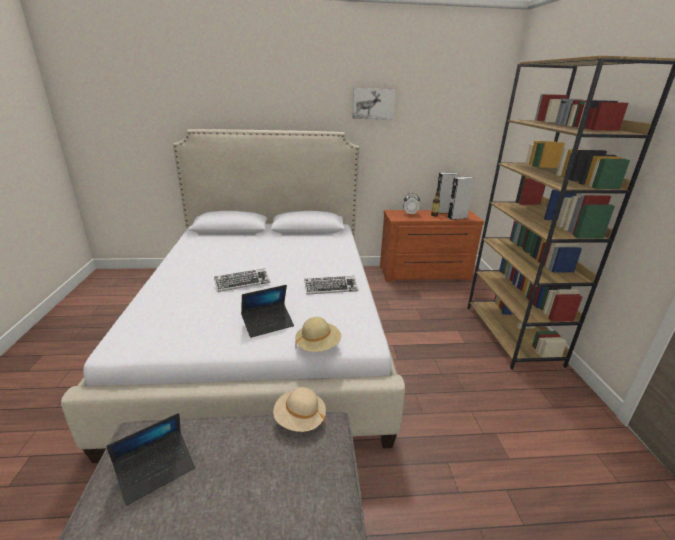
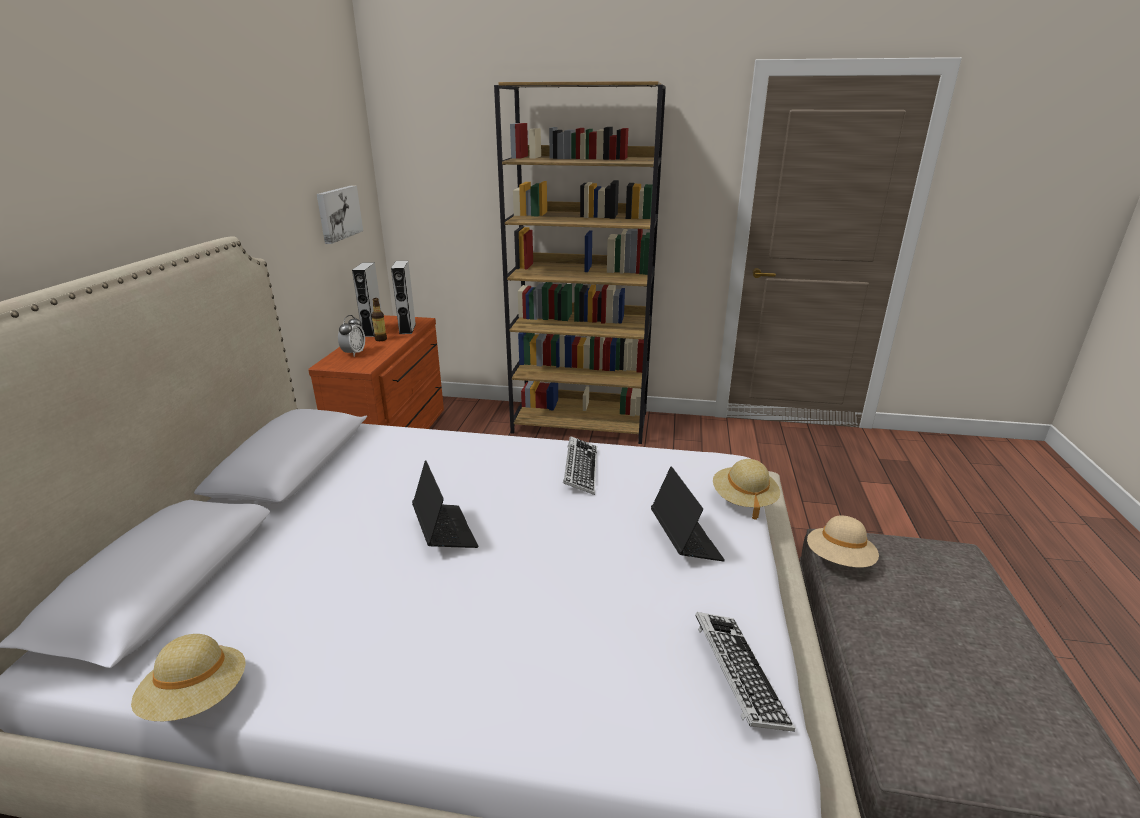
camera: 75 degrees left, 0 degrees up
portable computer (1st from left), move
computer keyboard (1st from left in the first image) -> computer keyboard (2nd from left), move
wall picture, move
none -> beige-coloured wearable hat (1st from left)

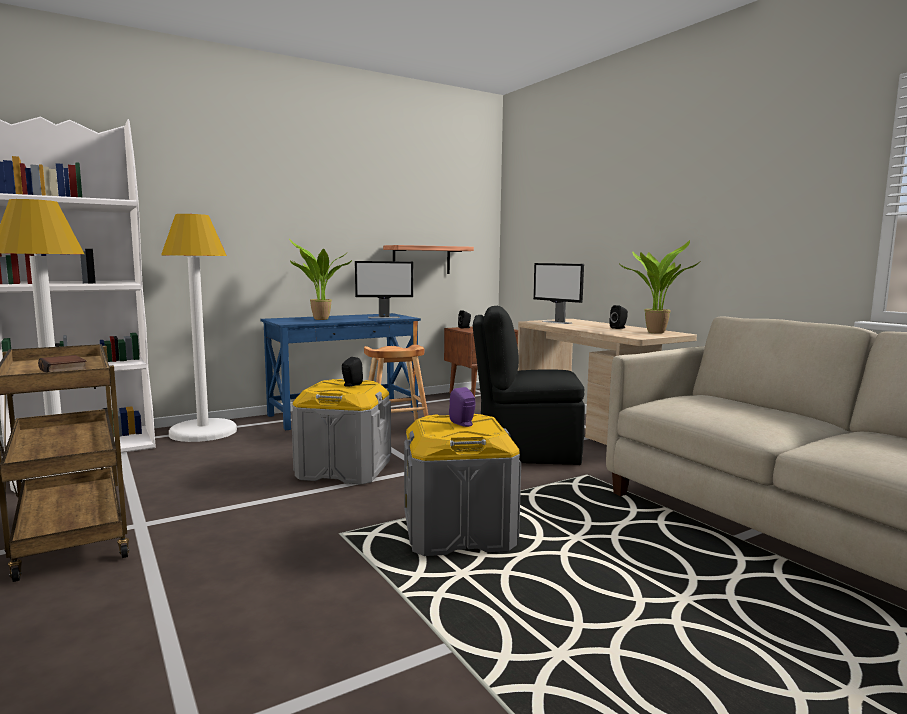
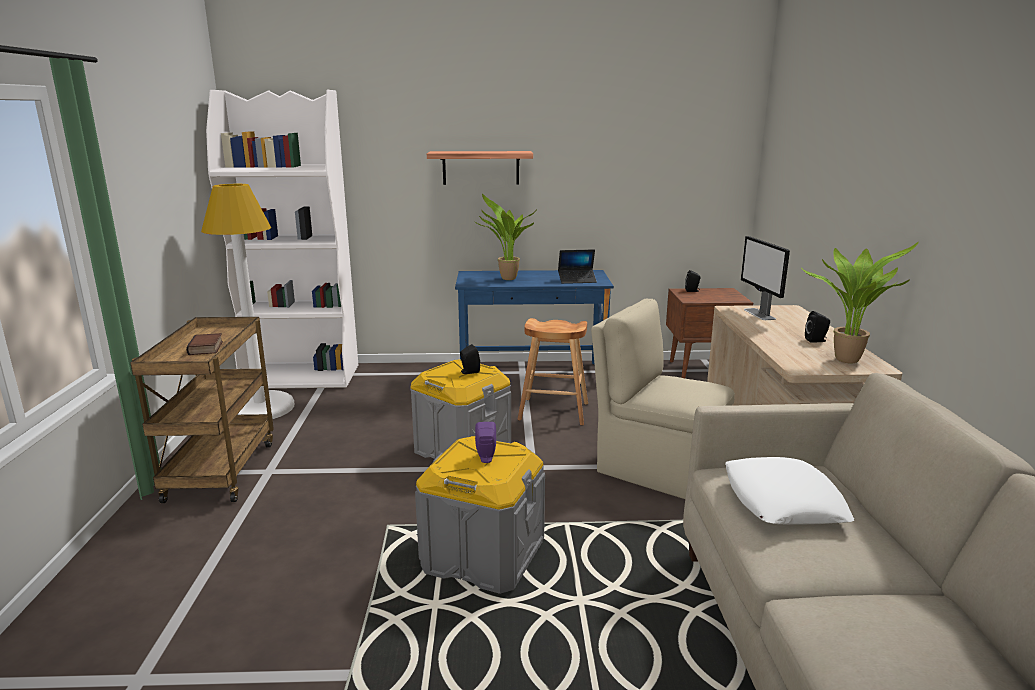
camera: 30 degrees right, 10 degrees up
white-coloured standard lamp (2nd from left) -> none
computer screen (1st from left) -> portable computer
bracket shelf, move
black-coloured chair -> beige-coloured chair
none -> white-coloured pillow

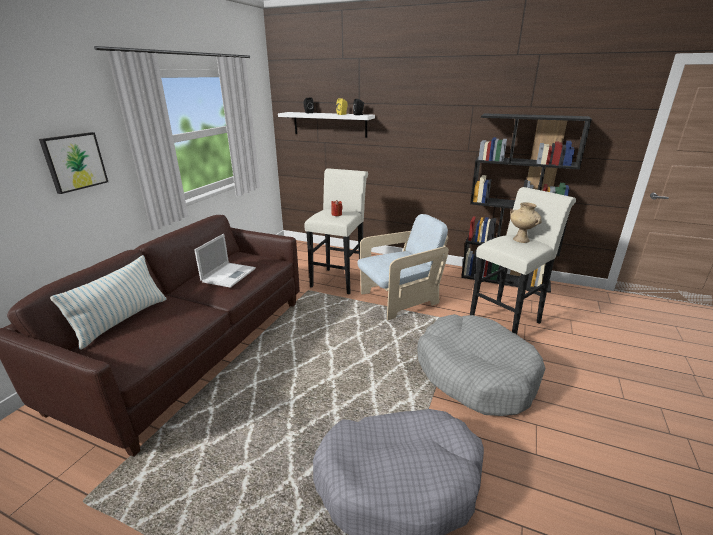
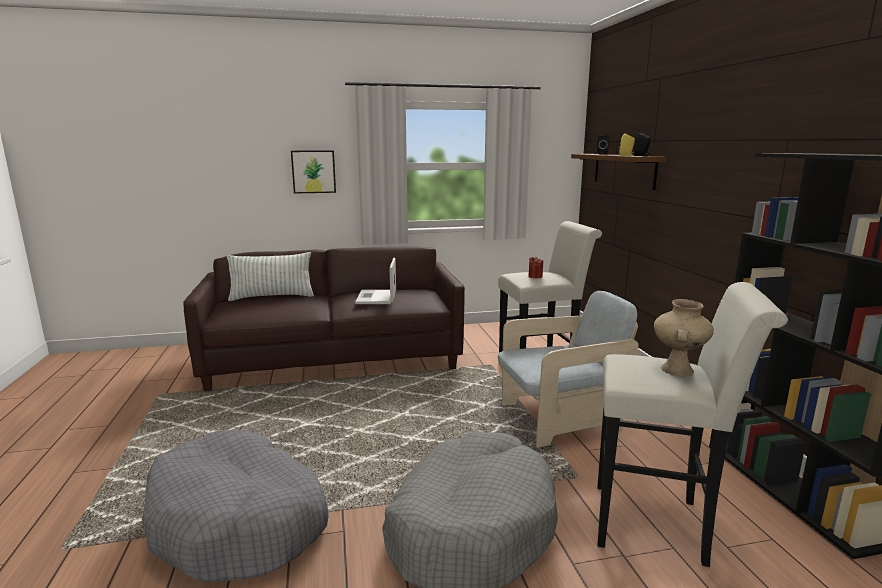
camera: 55 degrees right, 10 degrees down
portable computer, 105 degrees clockwise
white-coloured bracket shelf -> brownish bracket shelf
beige-coloured easy chair, 45 degrees counterclockwise

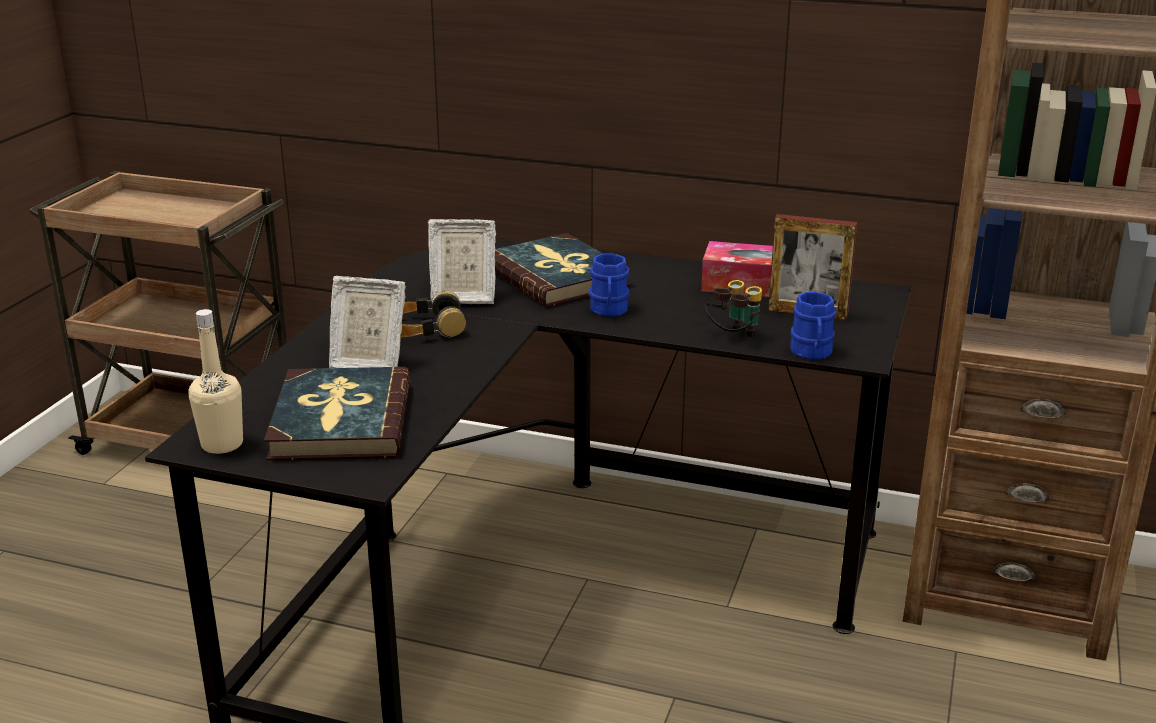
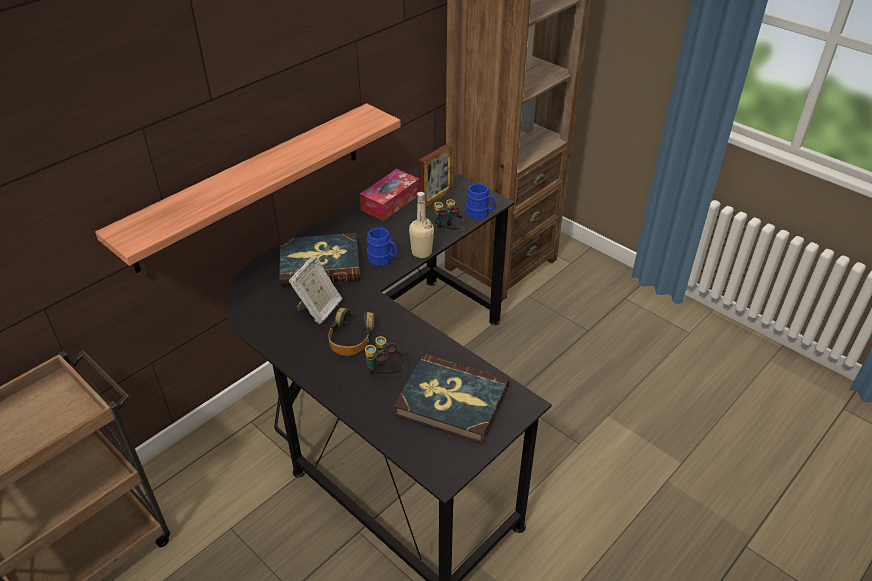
camera: 65 degrees left, 15 degrees up
beige-coloured beverage bottle, move
photo frame (1st from left) -> pair of binoculars (1st from left)
none -> bracket shelf

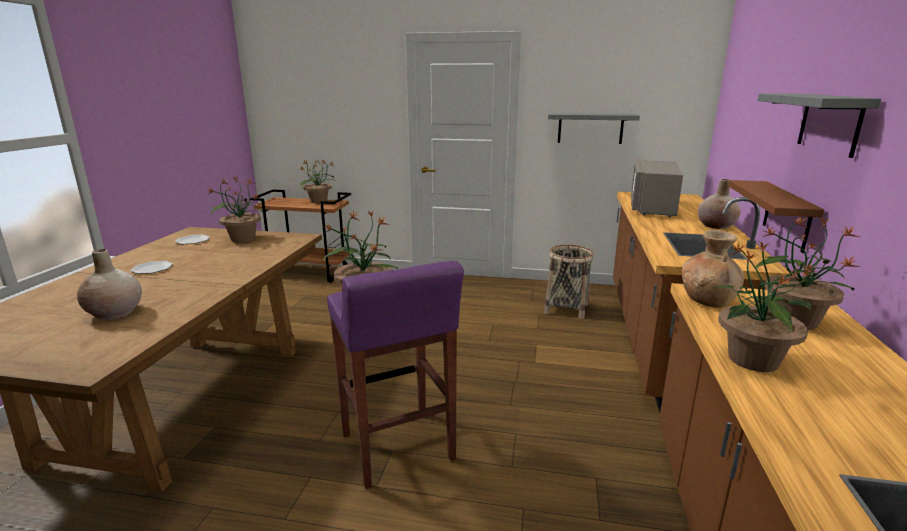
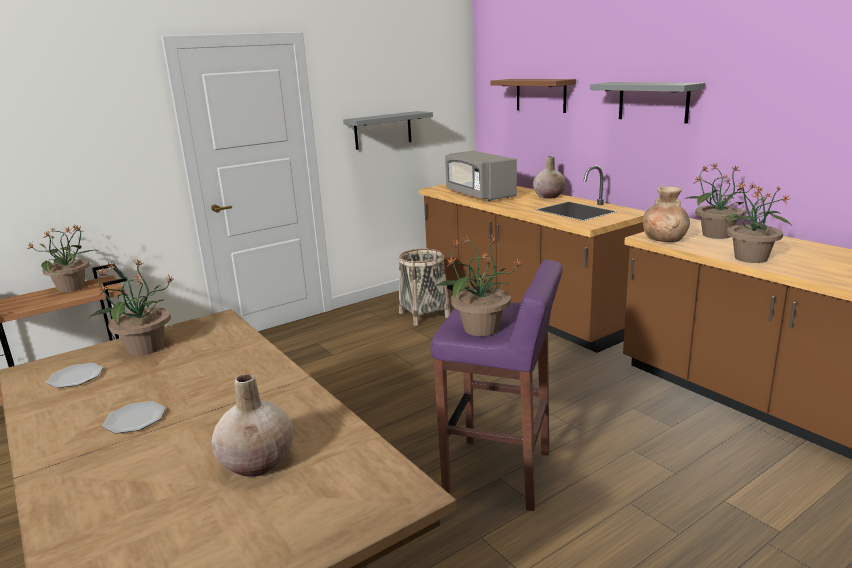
camera: 45 degrees left, 0 degrees up
brownish bracket shelf, move

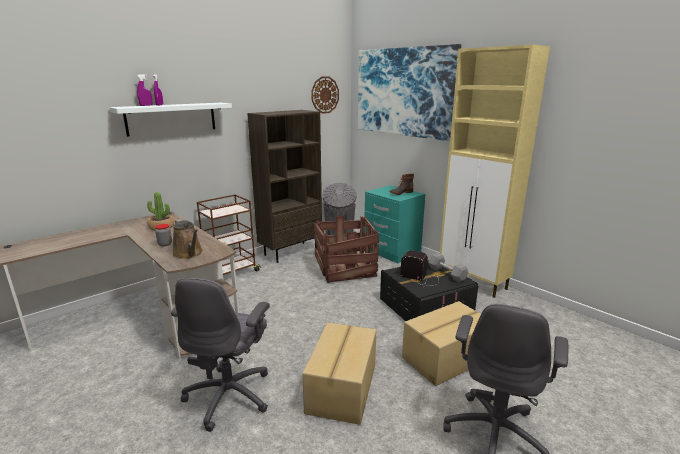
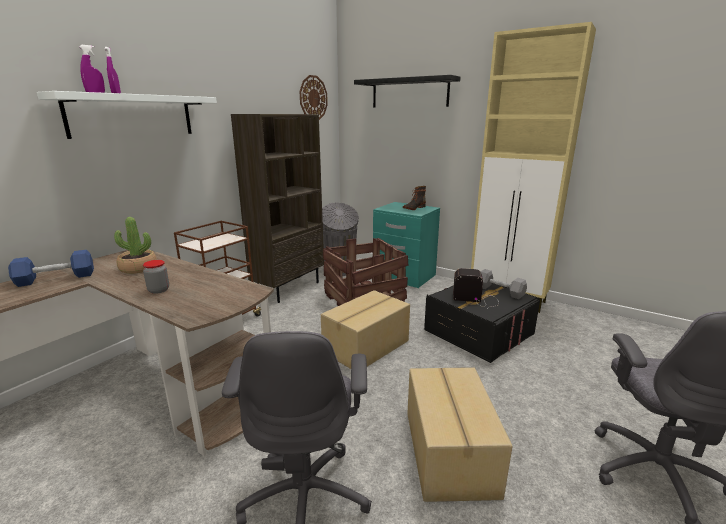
camera: 15 degrees left, 0 degrees up
brownish watering pot -> none
wall picture -> black-coloured bracket shelf
carton (2nd from left in the first image) -> carton (1st from left), move
none -> blue hand weight

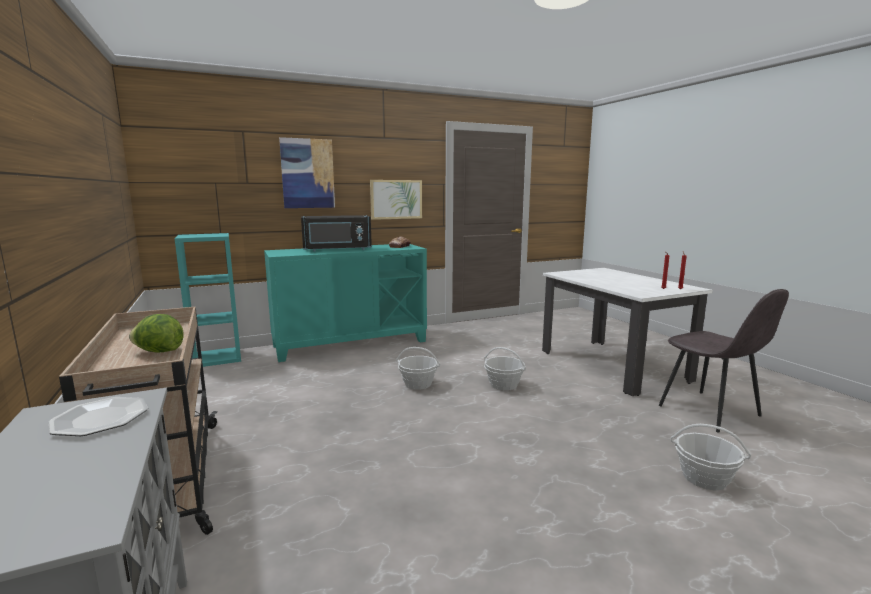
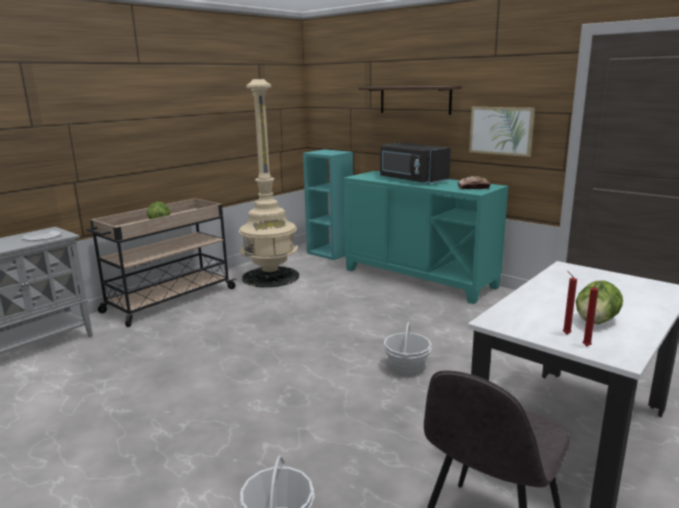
camera: 65 degrees right, 5 degrees up
wall picture (1st from left) -> bracket shelf
storage basket (1st from left) -> none
none -> beige-coloured standard lamp
none -> lettuce (2nd from left)

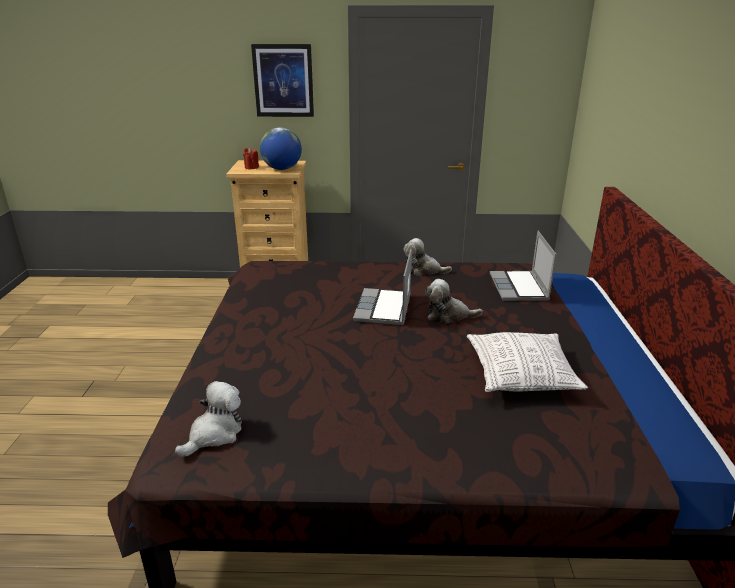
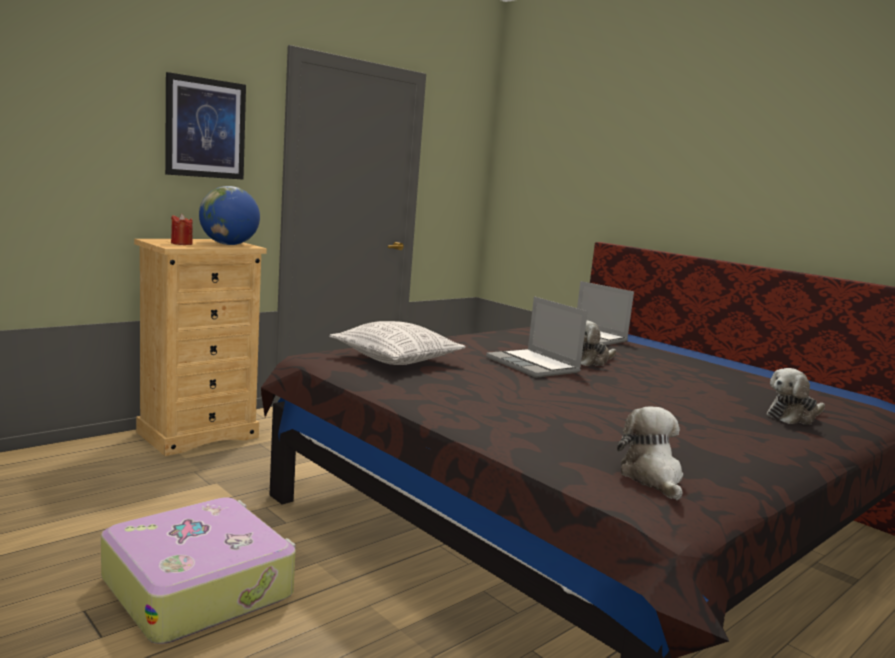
camera: 45 degrees left, 15 degrees down
cuddly toy (2nd from left in the first image) -> cuddly toy (3rd from left), move
pillow, move
none -> suitcase

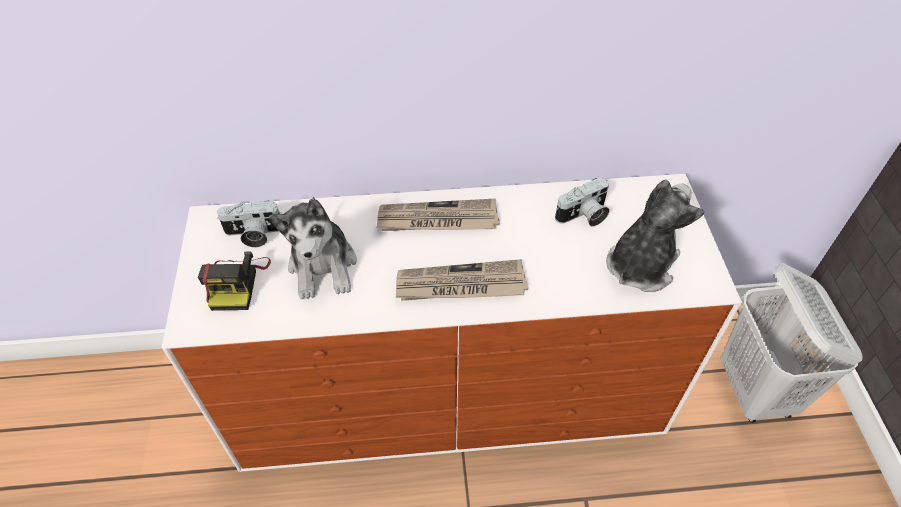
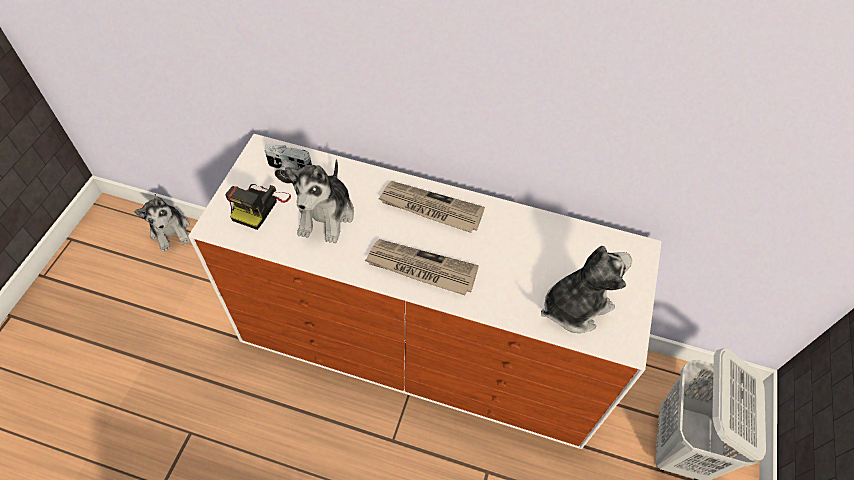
camera: 20 degrees right, 5 degrees up
photo camera (3rd from left) -> none
none -> cuddly toy (1st from left)

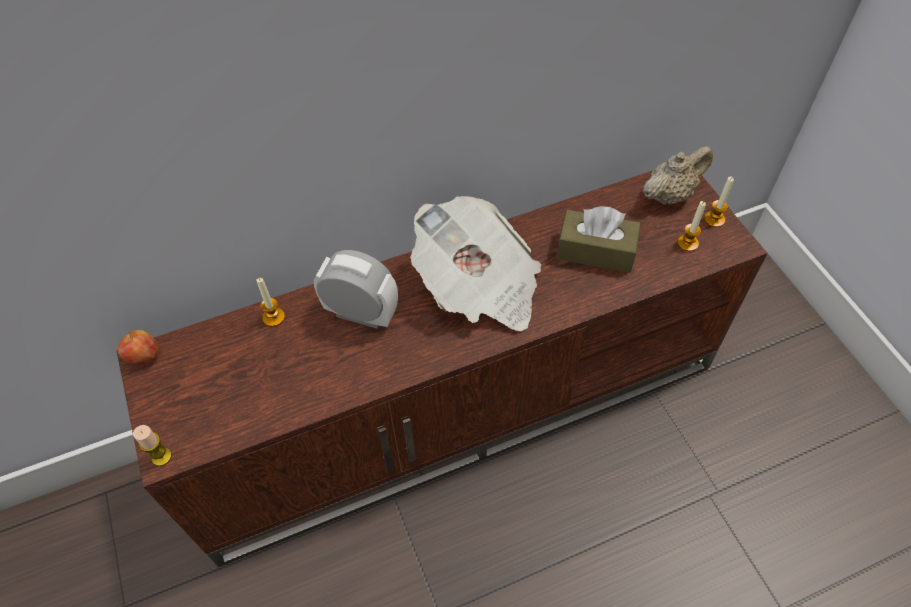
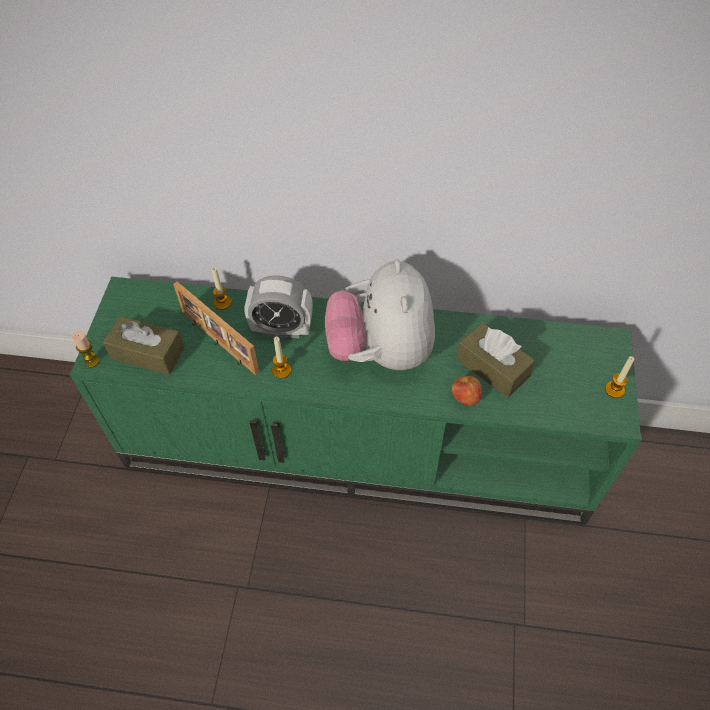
camera: 30 degrees right, 0 degrees up
brownish media console -> green-coloured media console
apple, move
table clock, 135 degrees clockwise
printed paper -> cuddly toy
beige-coloured pot for tea -> none
wax light (3rd from left), move
none -> brownish box of tissues (1st from left)
none -> photo frame

